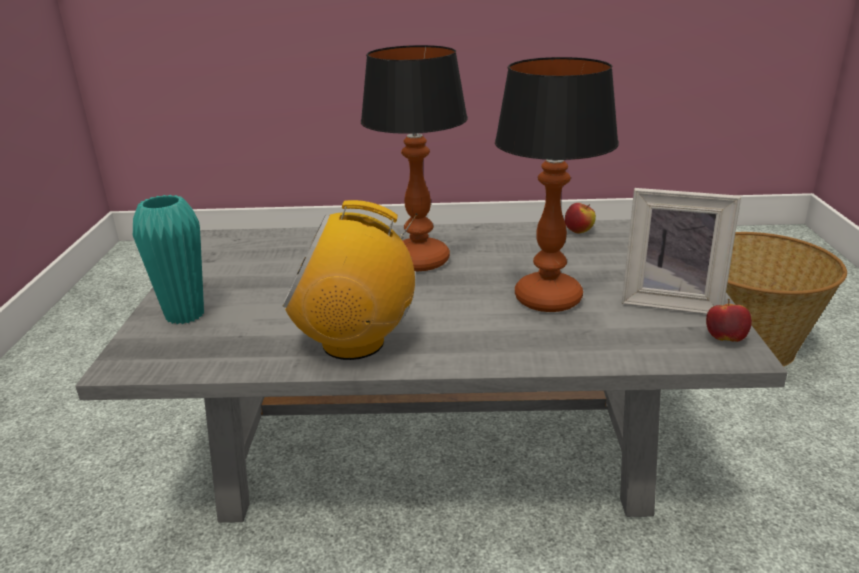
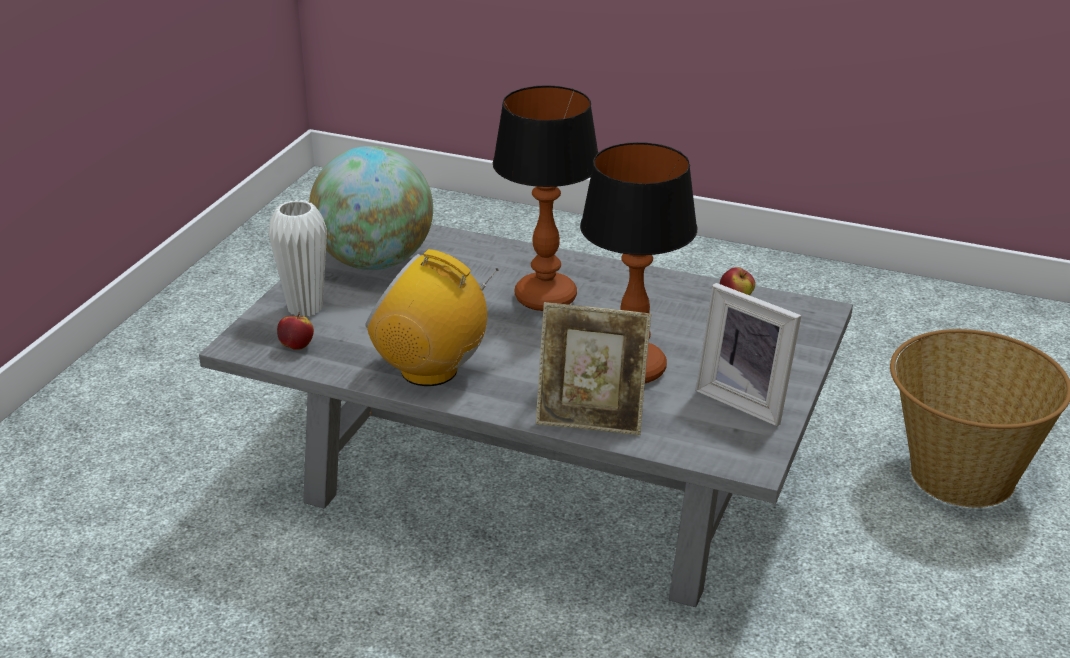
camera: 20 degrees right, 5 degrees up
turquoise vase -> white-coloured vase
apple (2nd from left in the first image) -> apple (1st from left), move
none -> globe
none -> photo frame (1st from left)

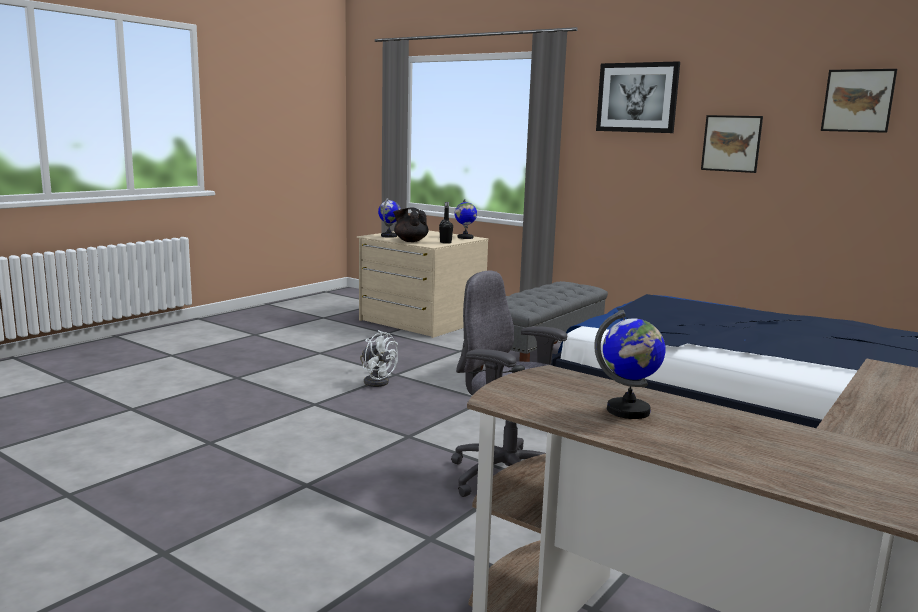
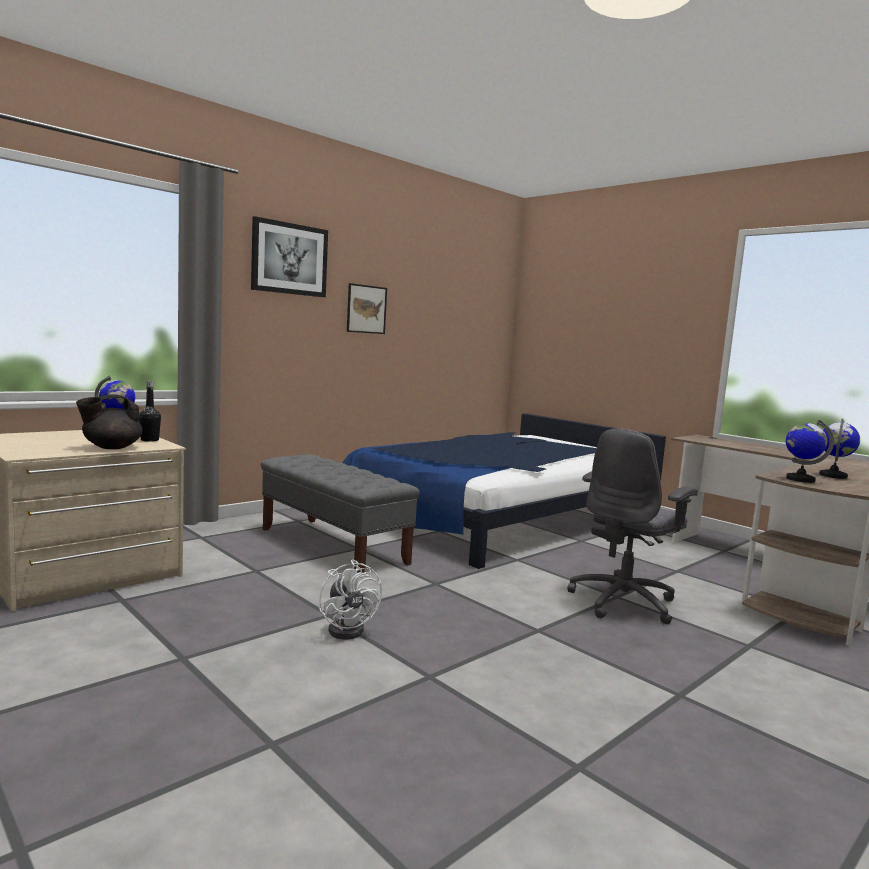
camera: 80 degrees left, 5 degrees down
white-coloured electric fan, 105 degrees clockwise
globe (1st from left in the first image) -> globe (2nd from left), move
wall picture (3rd from left) -> none

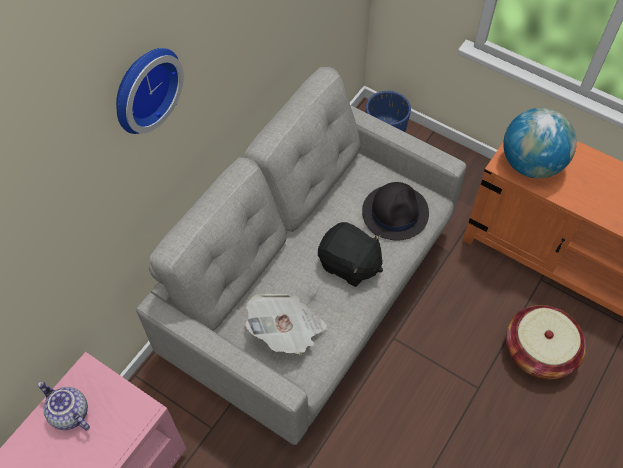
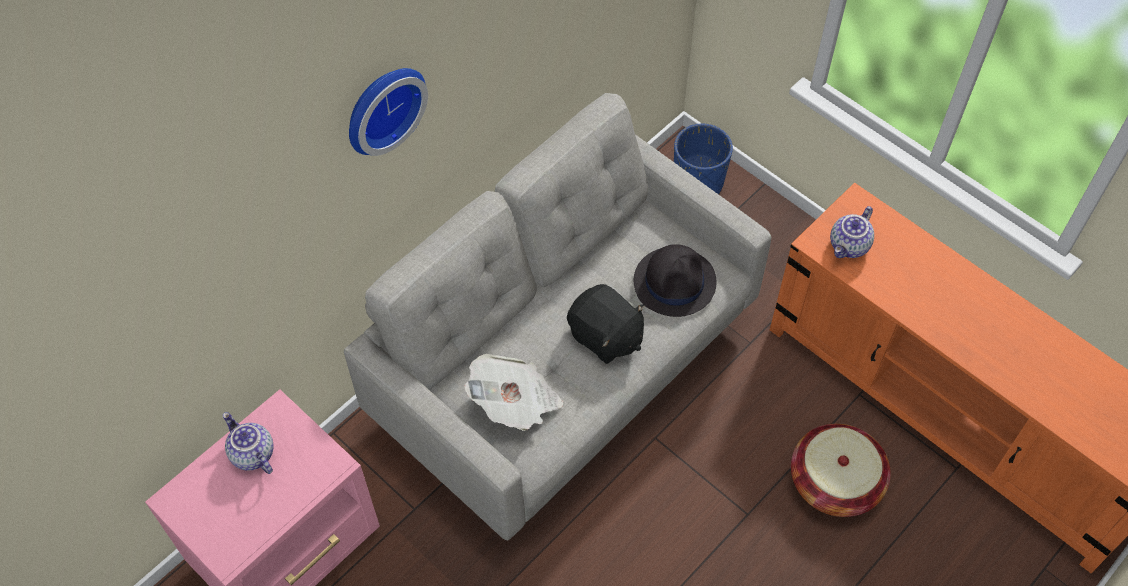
camera: 10 degrees right, 0 degrees up
globe -> pot for tea (2nd from left)

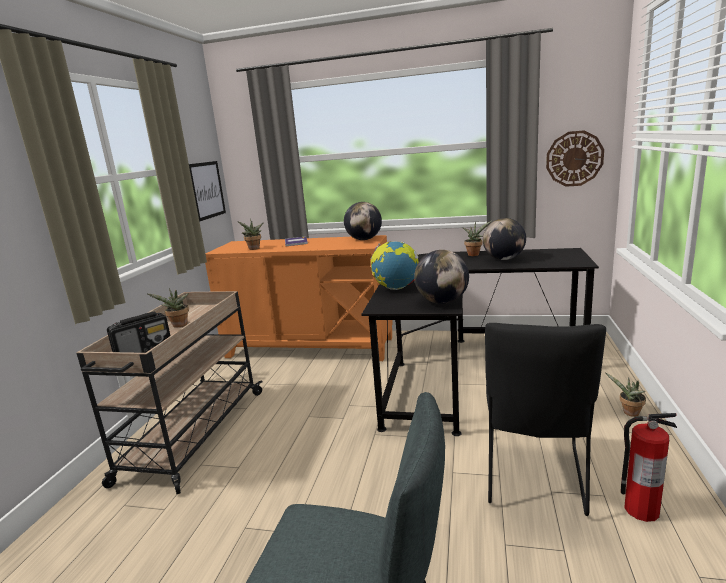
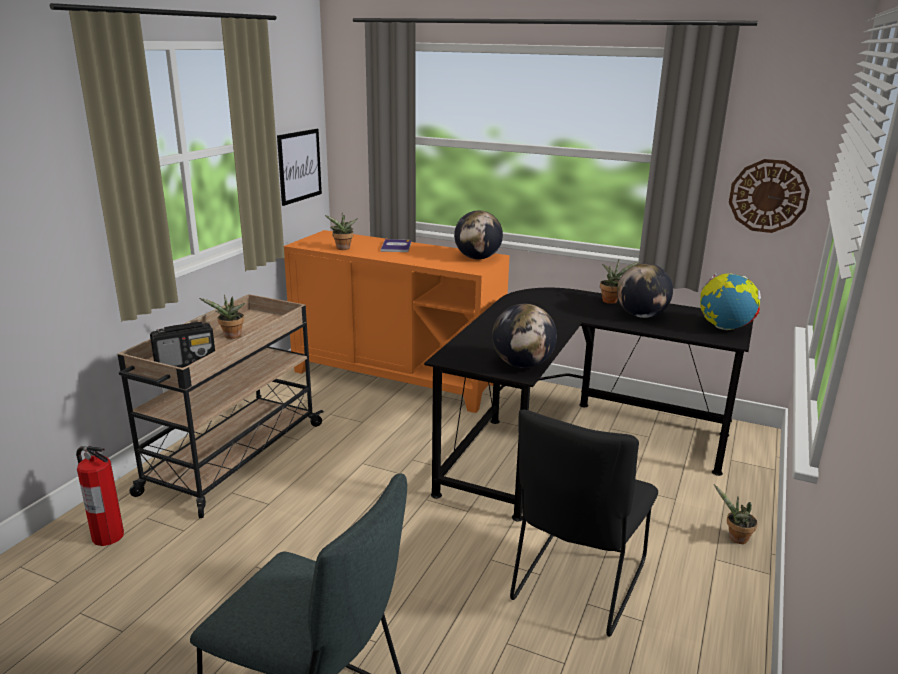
camera: 10 degrees right, 5 degrees up
globe (2nd from left in the first image) -> globe (4th from left), move
extinguisher, move

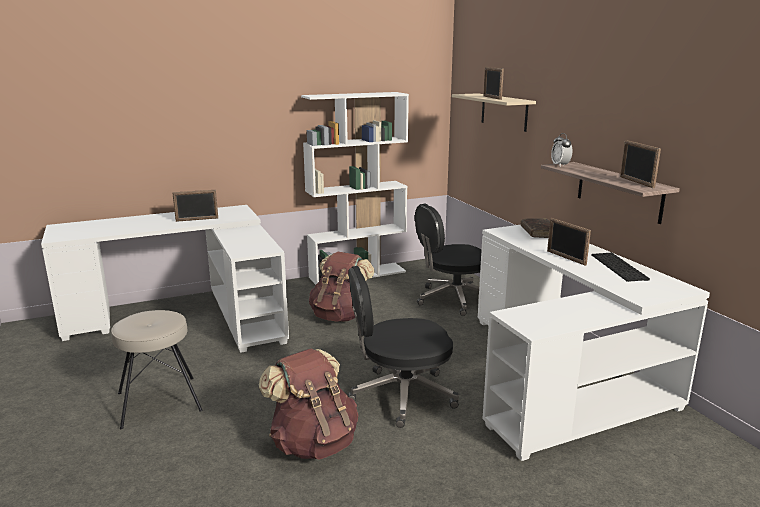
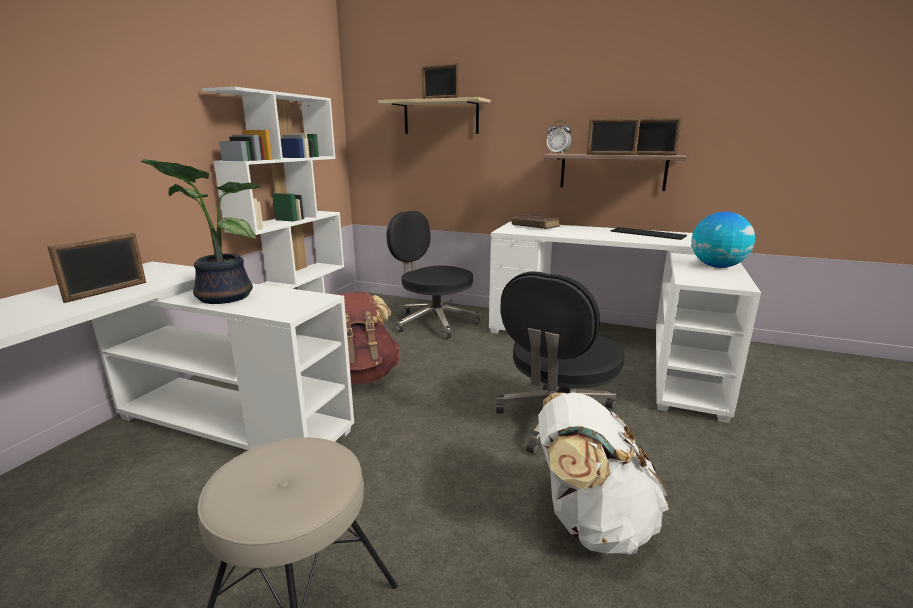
camera: 45 degrees left, 0 degrees up
brownish rucksack (1st from left) -> white-coloured rucksack
black-coloured desk chair (2nd from left in the first image) -> black-coloured desk chair (1st from left), 105 degrees clockwise
photo frame (3rd from left), move
none -> houseplant
none -> globe

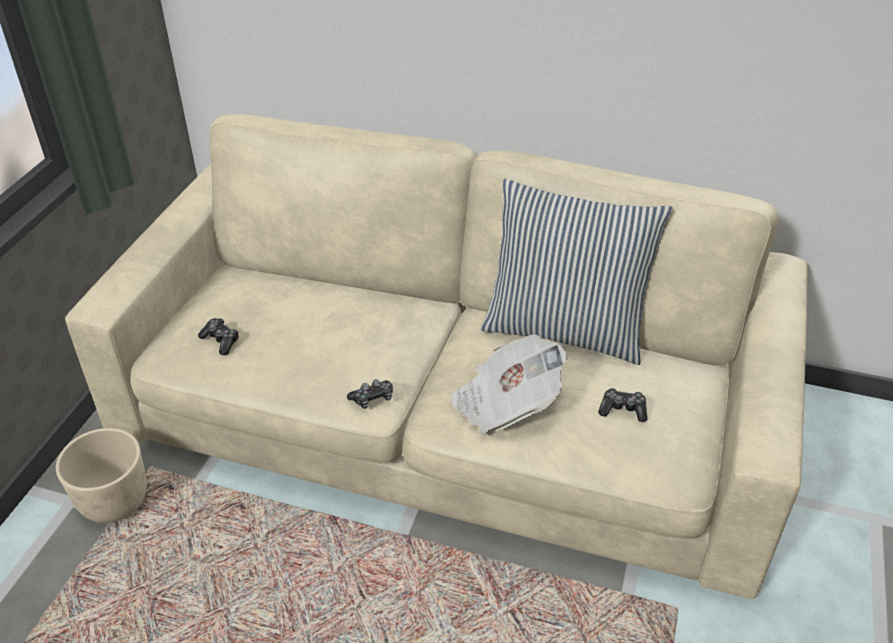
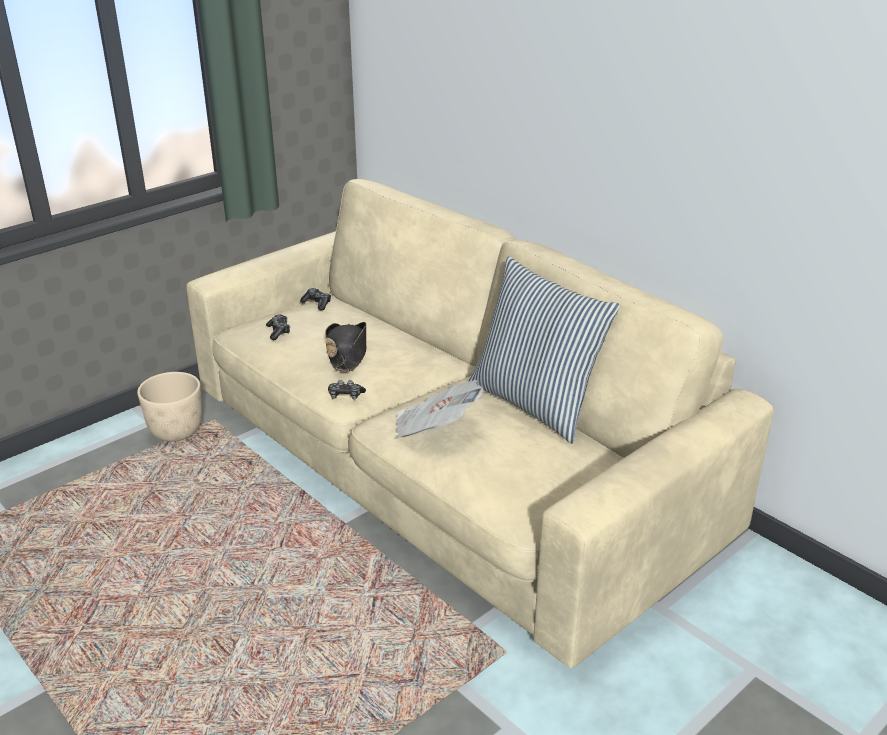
camera: 30 degrees right, 10 degrees down
game controller (3rd from left in the first image) -> game controller (2nd from left), move
none -> black-coloured wearable hat

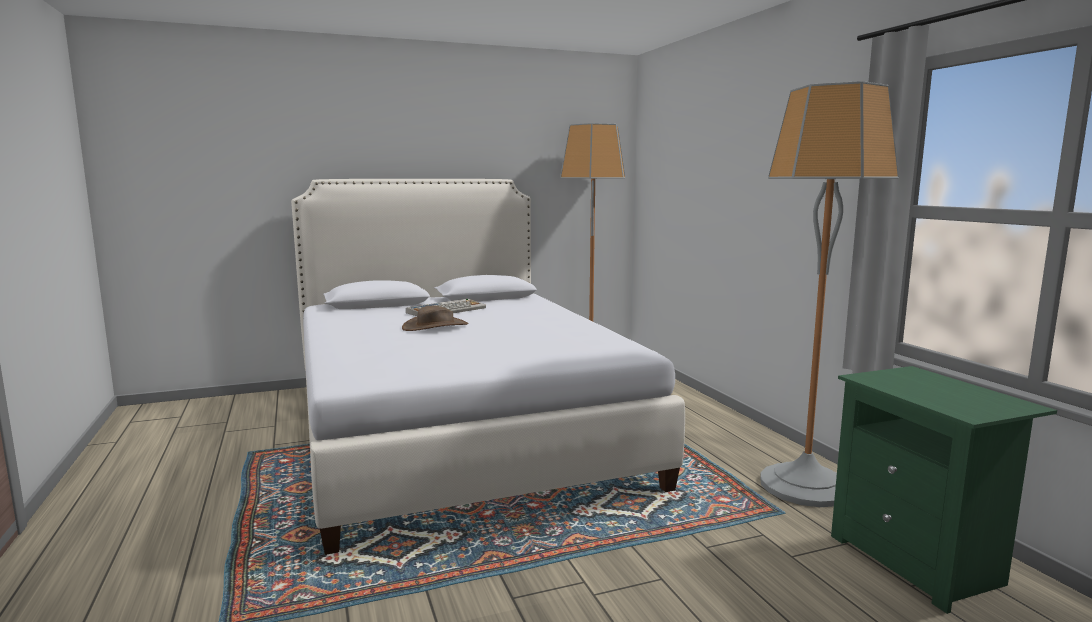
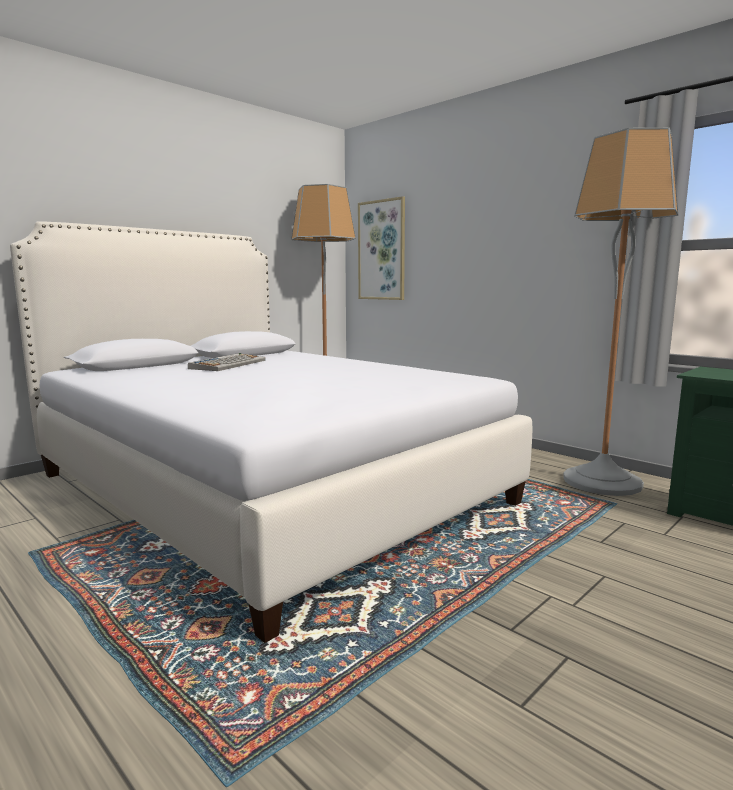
camera: 25 degrees left, 0 degrees up
brownish wearable hat -> none
none -> wall picture

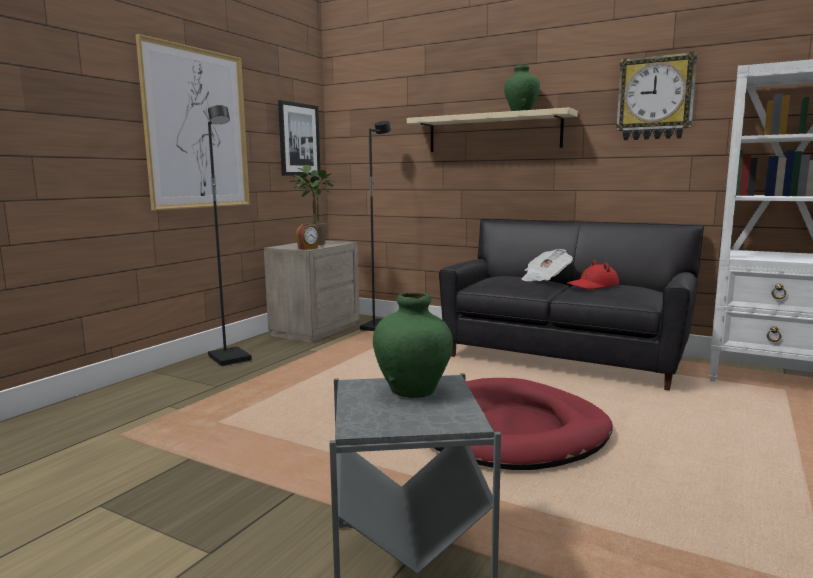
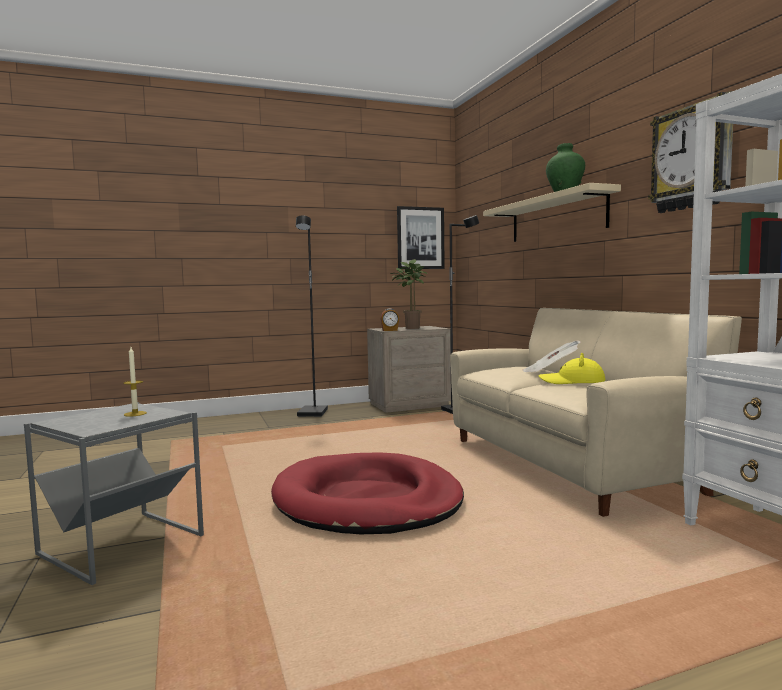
camera: 40 degrees right, 5 degrees down
wall picture (1st from left) -> none
green-coloured vase (1st from left) -> wax light
black-coloured couch -> beige-coloured couch
red wearable hat -> yellow-coloured wearable hat

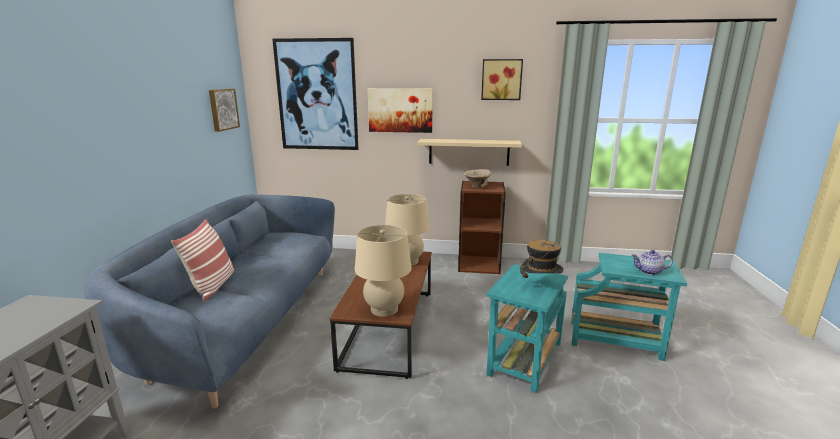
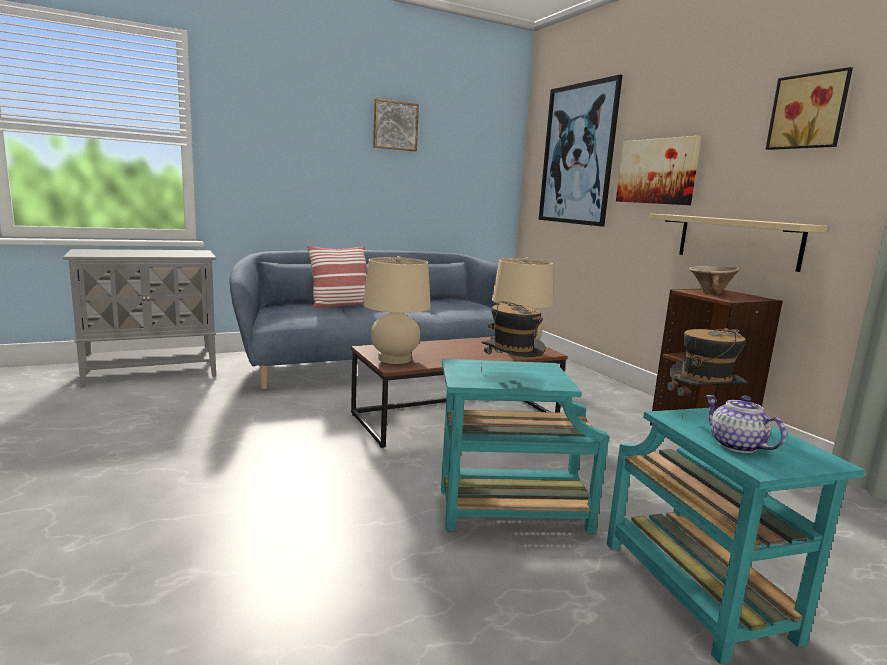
camera: 55 degrees right, 5 degrees down
wall picture (1st from left), move
none -> wearable hat (2nd from left)

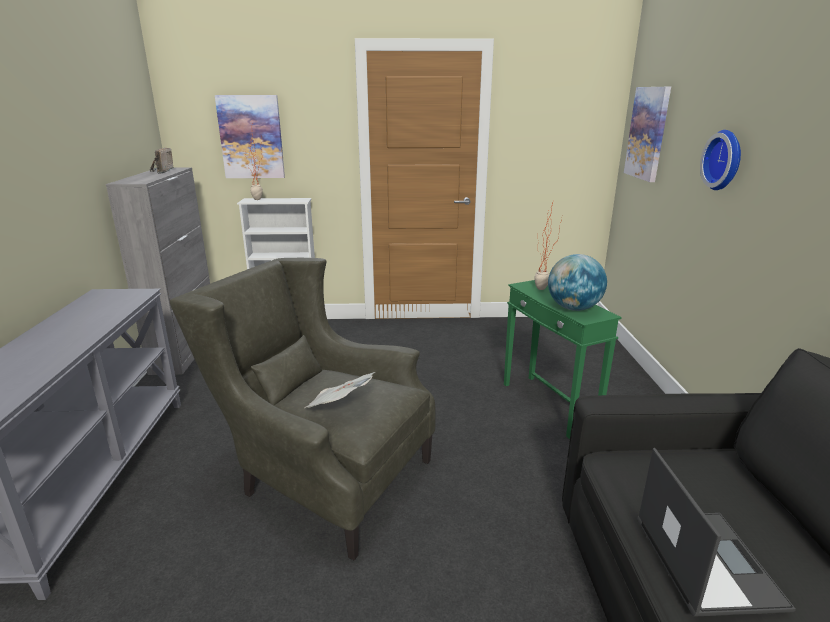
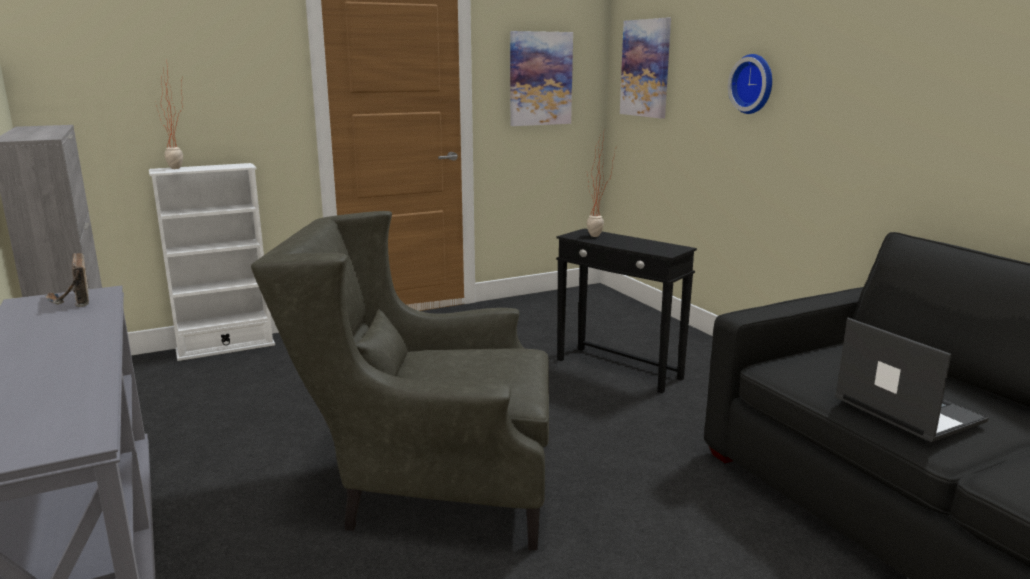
camera: 25 degrees left, 5 degrees down
radio set, move
wall picture (1st from left), move
printed paper -> none
green-coloured end table -> black-coloured end table
globe -> none

